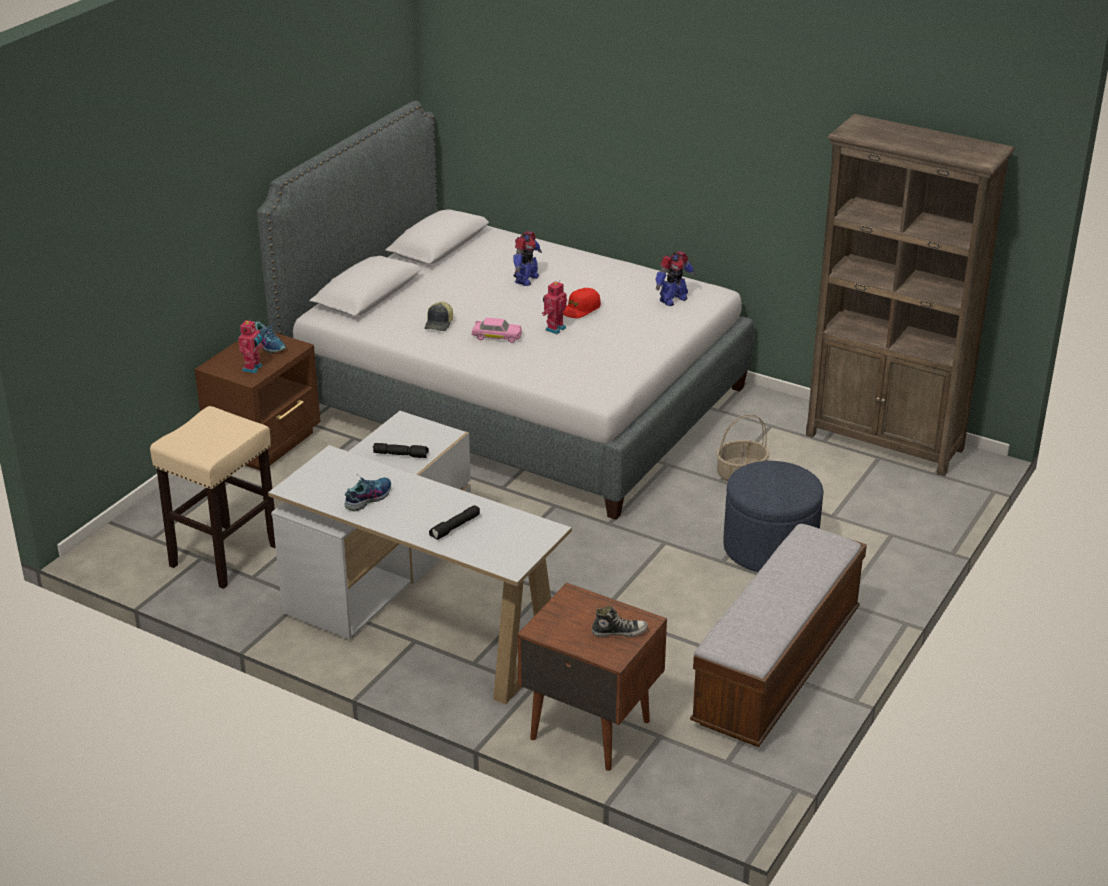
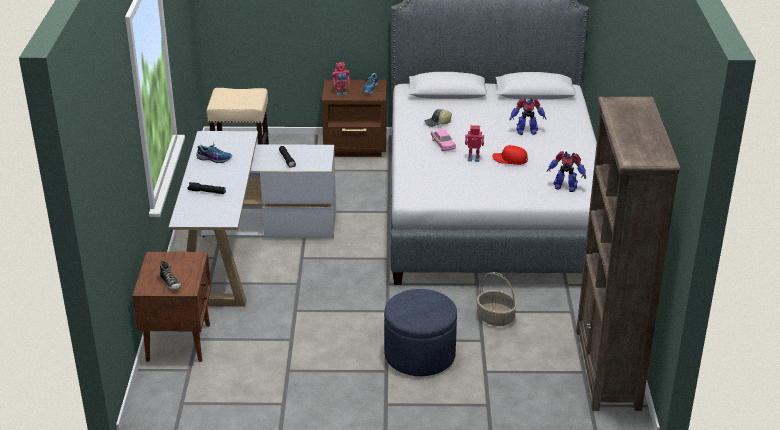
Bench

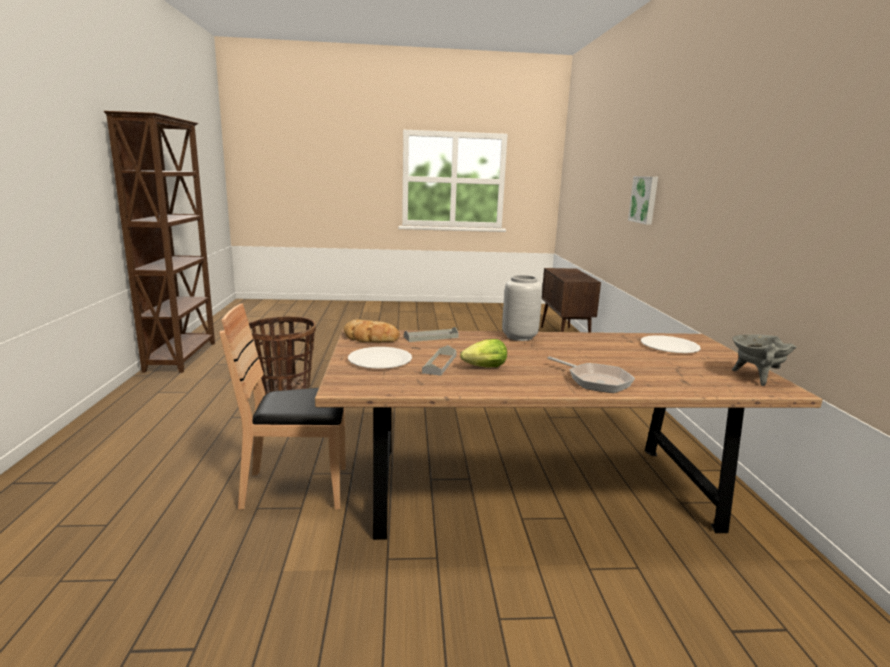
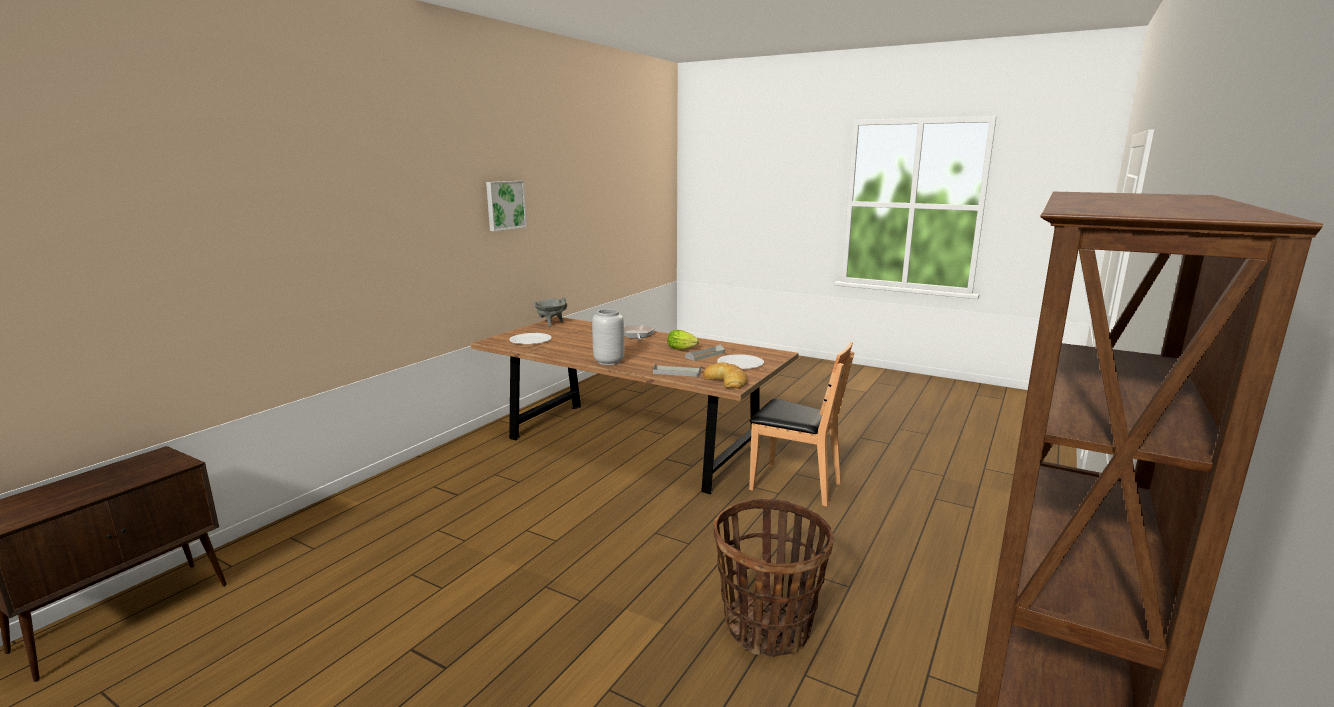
Picture

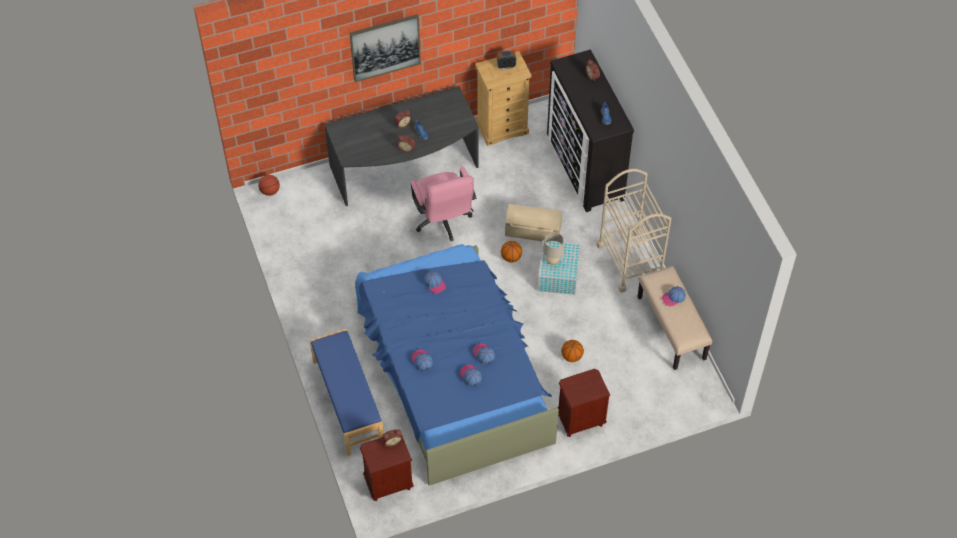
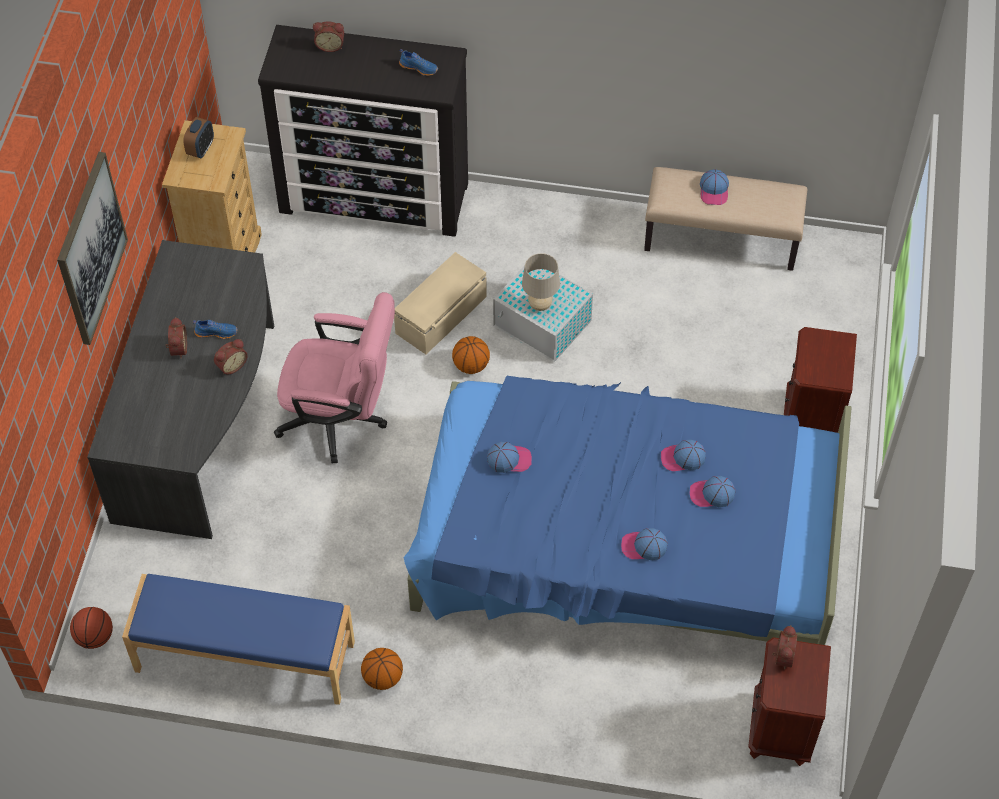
BlueBench; Basketball (2nd from left); BeigeCart

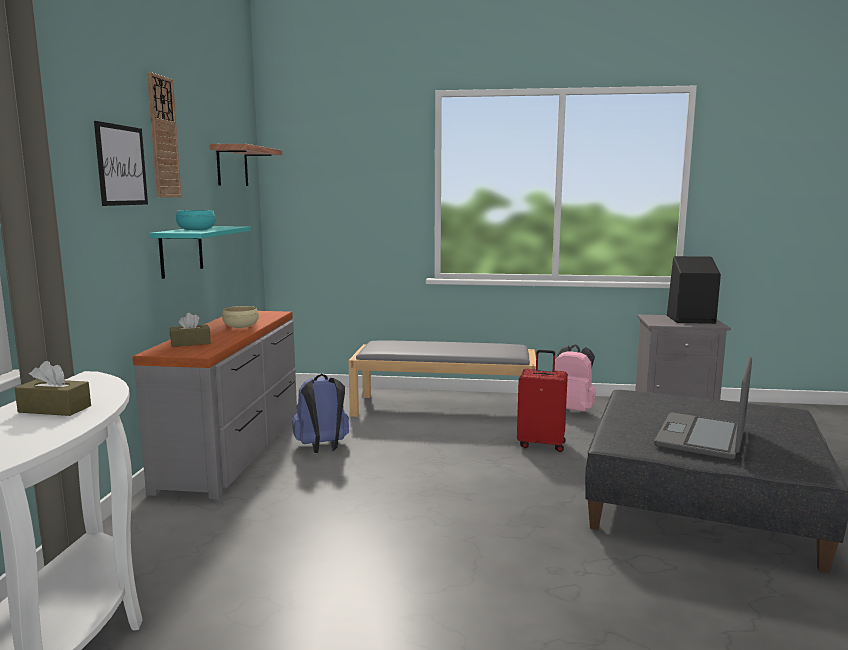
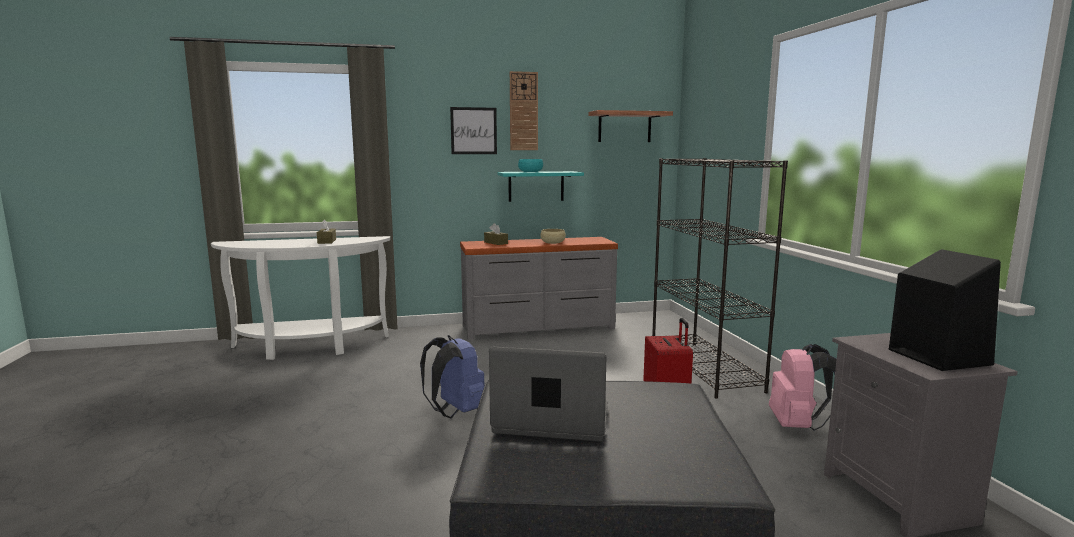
BlueBackpack; BlackBookcase

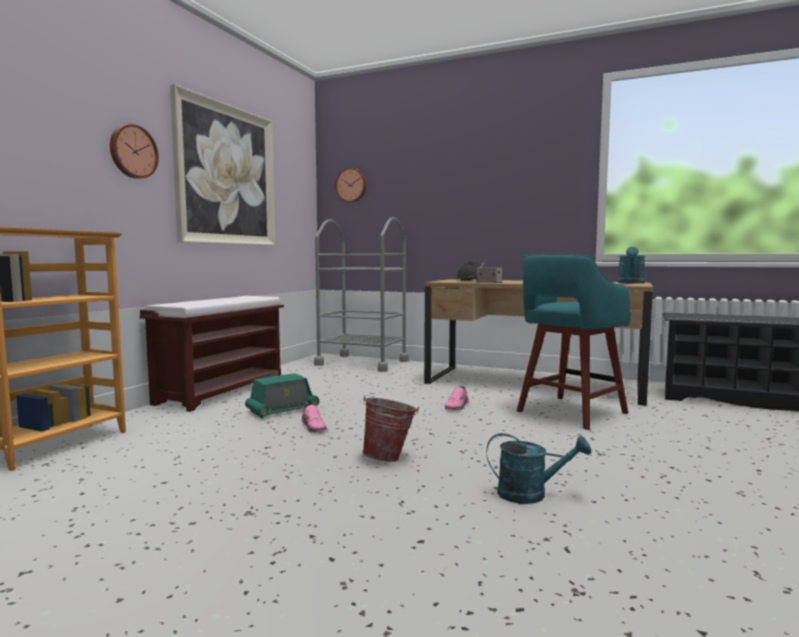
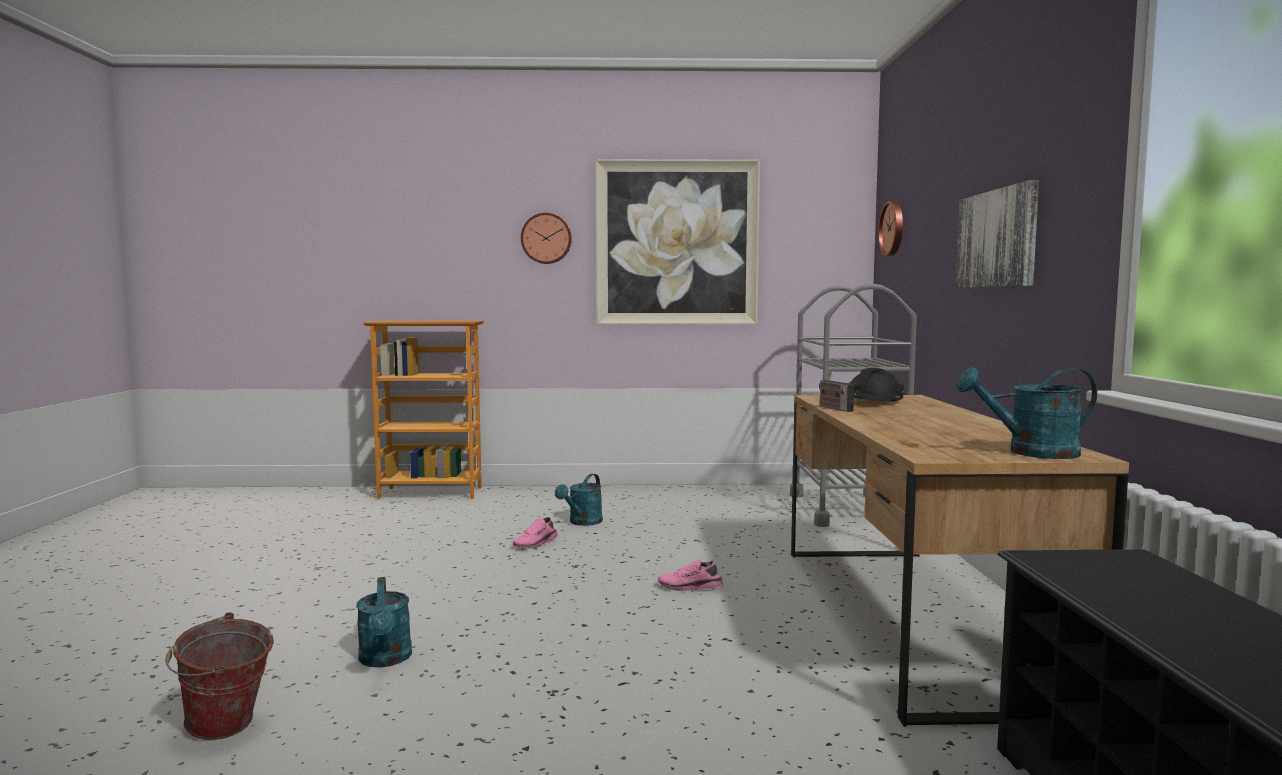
Bucket; TurquoiseWateringCan (2nd from left); Picture (2nd from left); BrownBench; TurquoiseStool

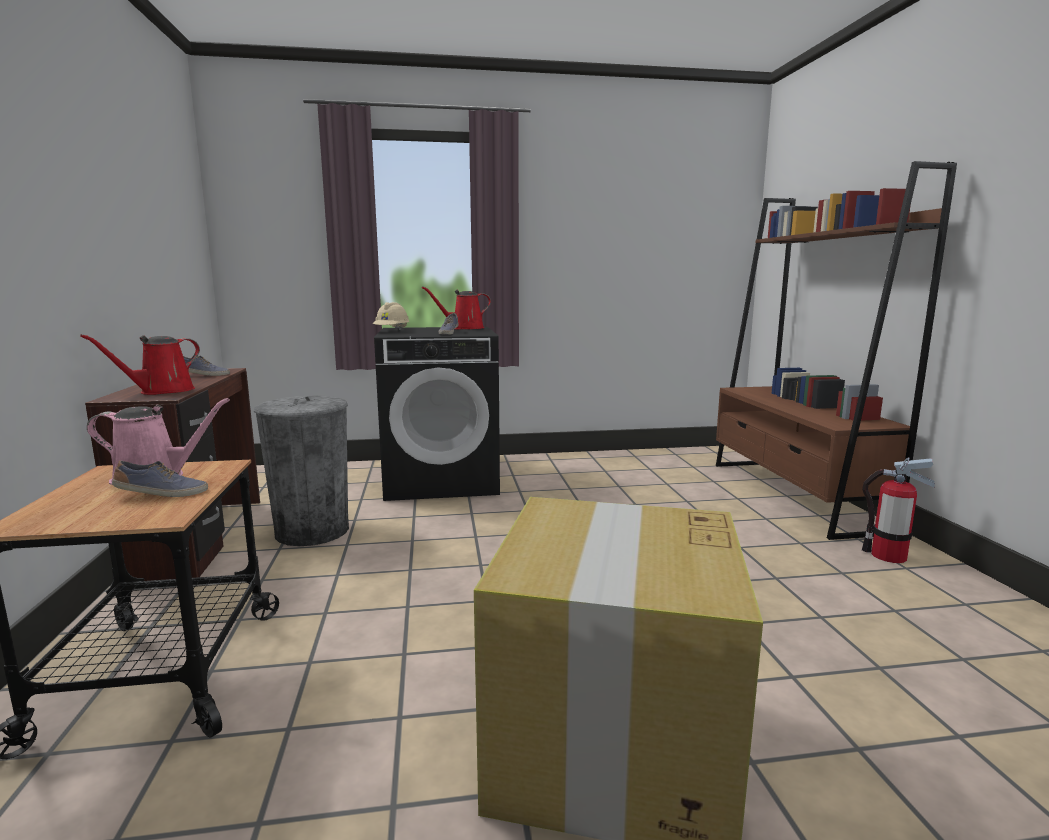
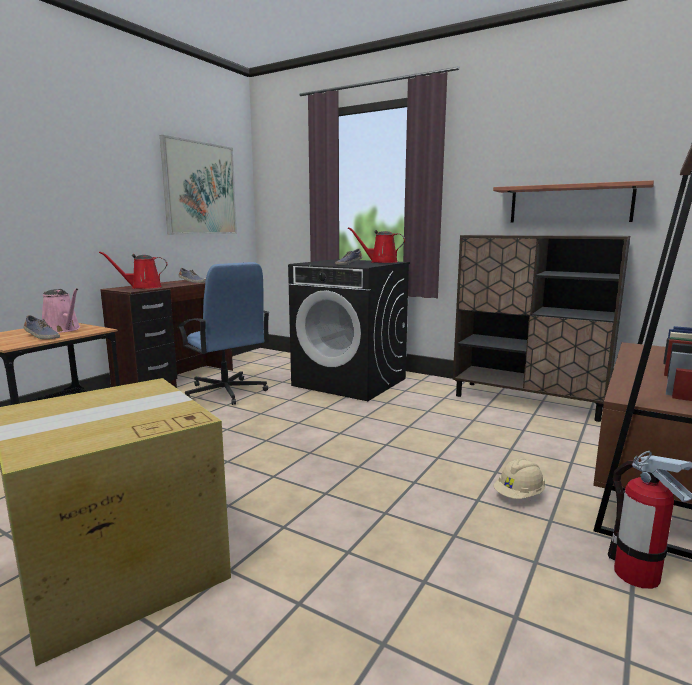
Picture; BlueOfficeChair; BrownCabinet; Shelf; BeigeHardHat

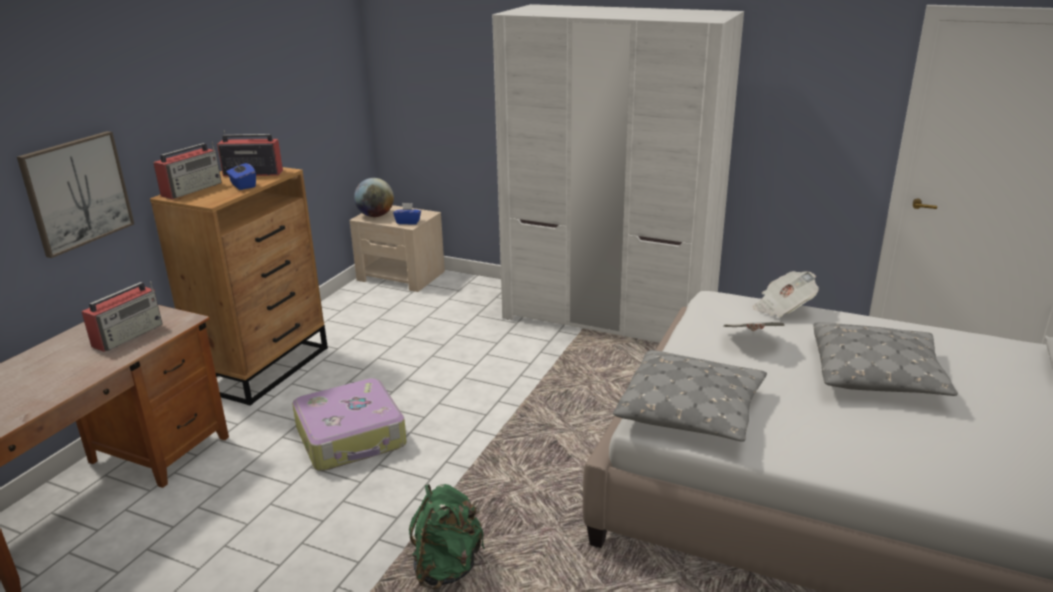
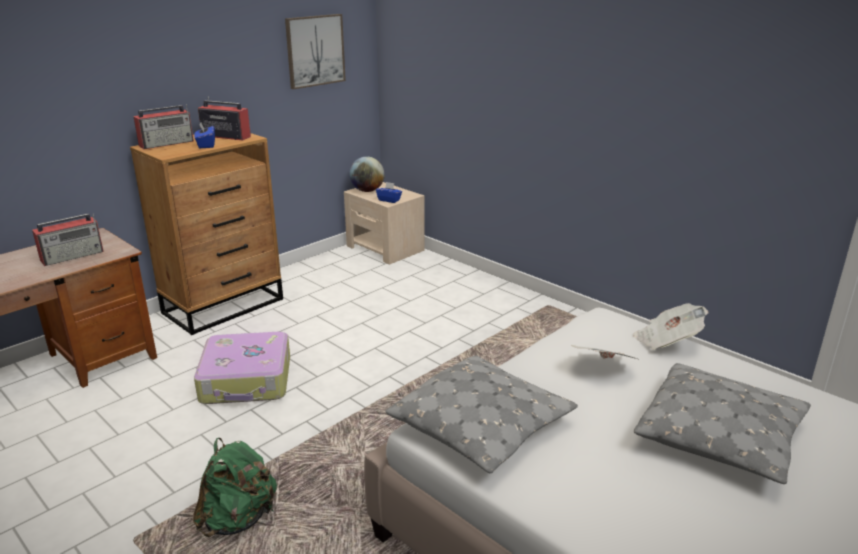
Picture; WhiteWardrobe

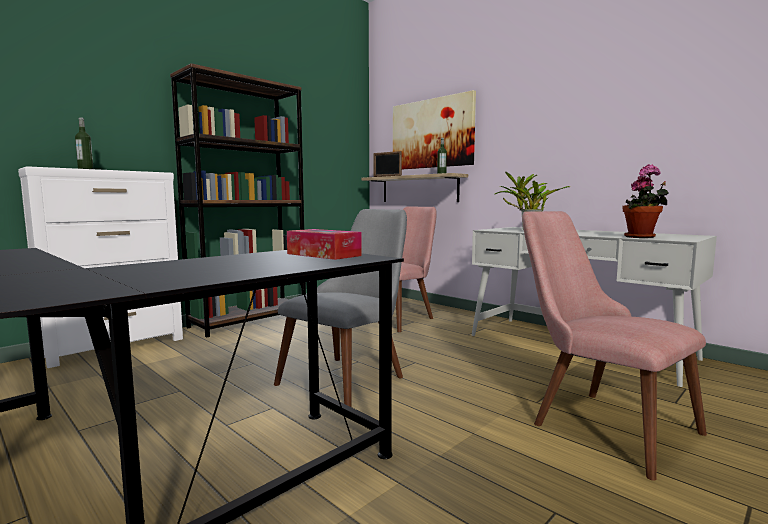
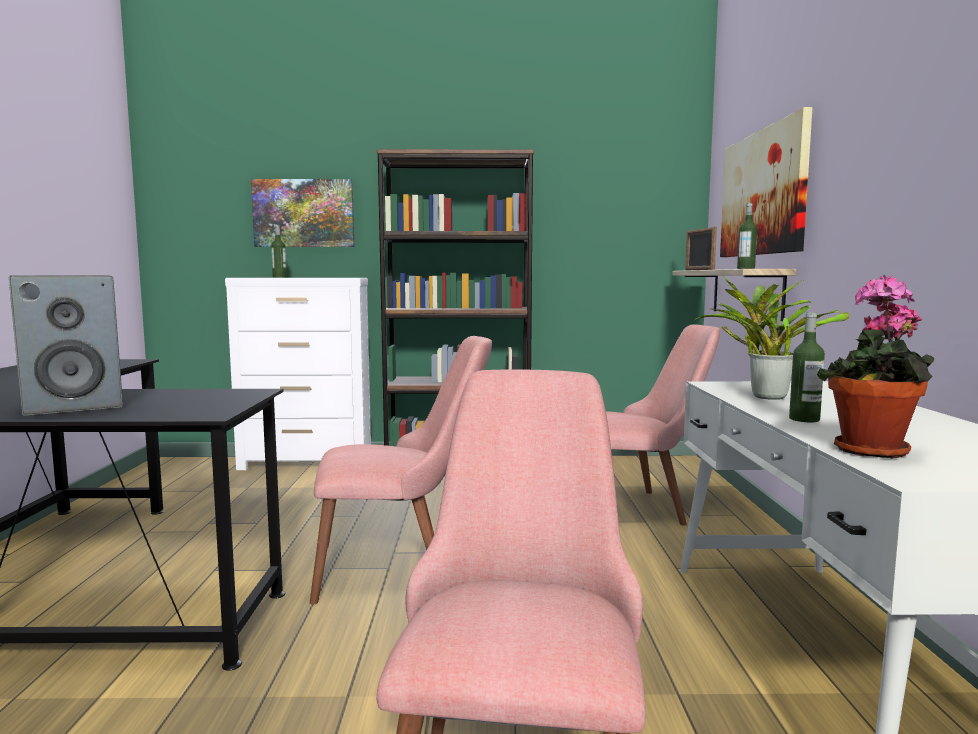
Speaker; Picture (1st from left); PinkChair (1st from left); Bottle (3rd from left); TissueBox

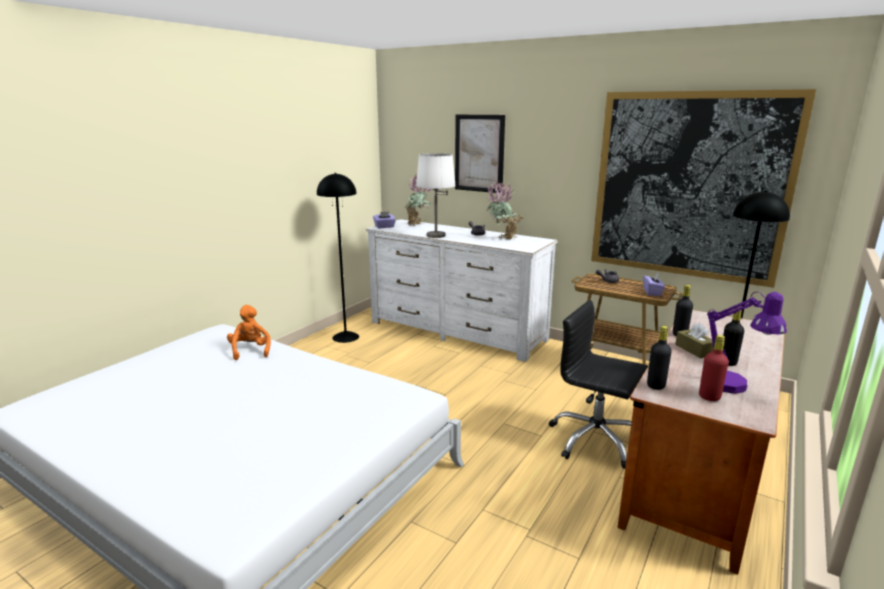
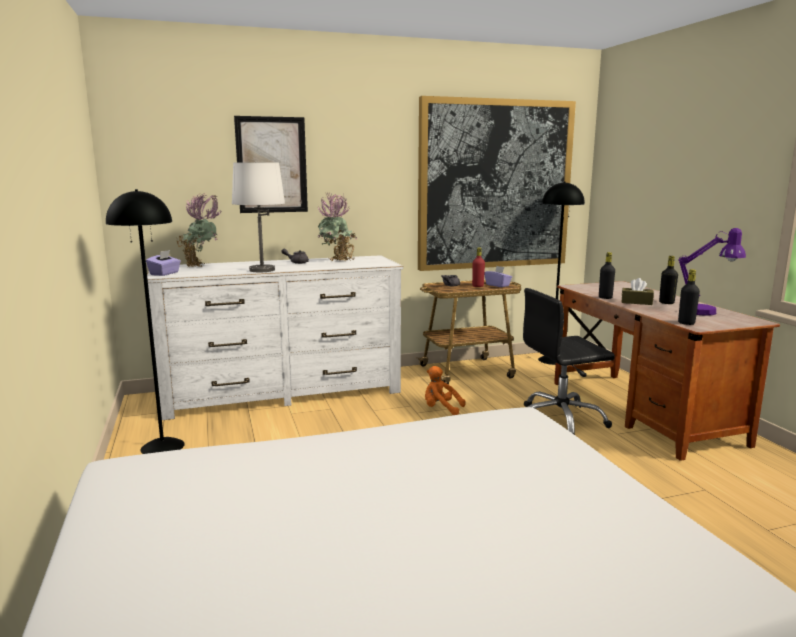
OrangePlushToy; RedBottle

